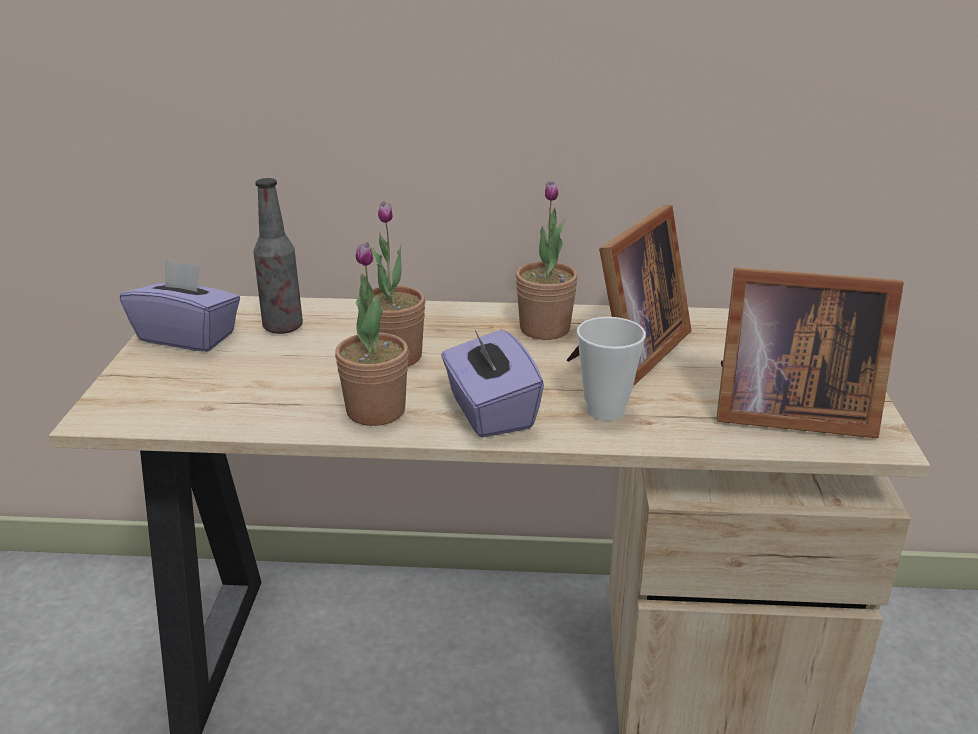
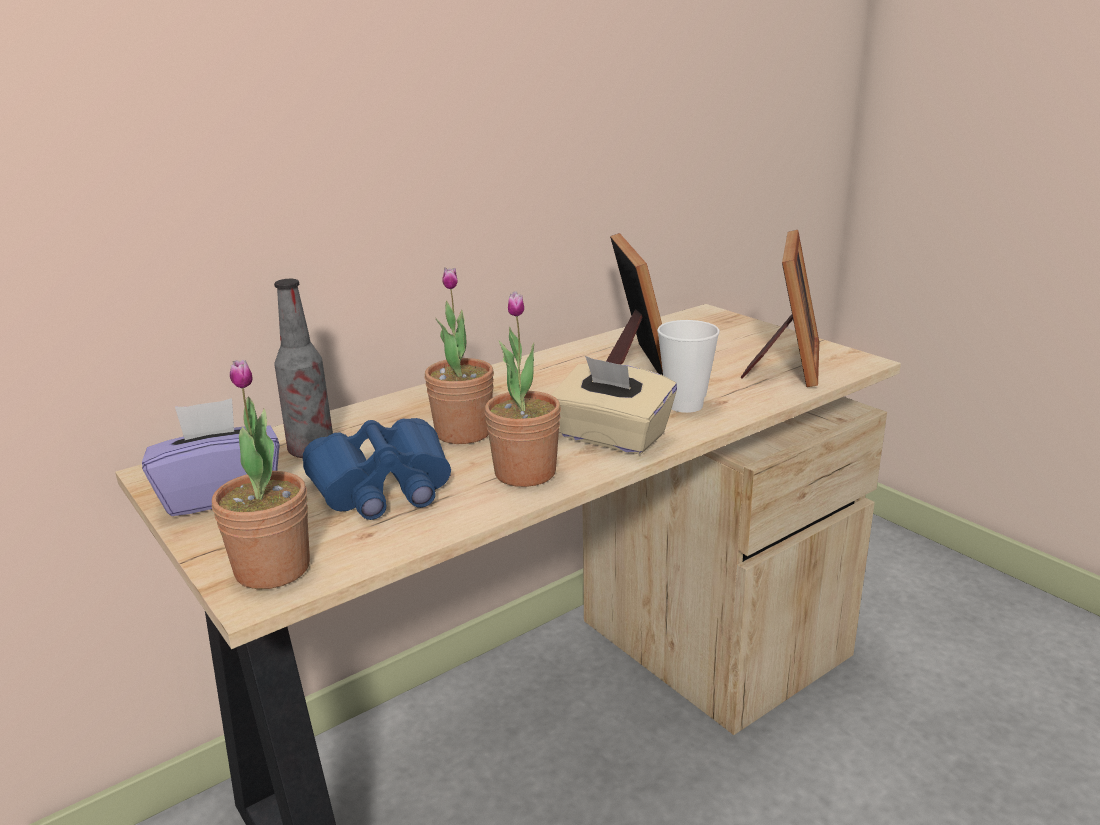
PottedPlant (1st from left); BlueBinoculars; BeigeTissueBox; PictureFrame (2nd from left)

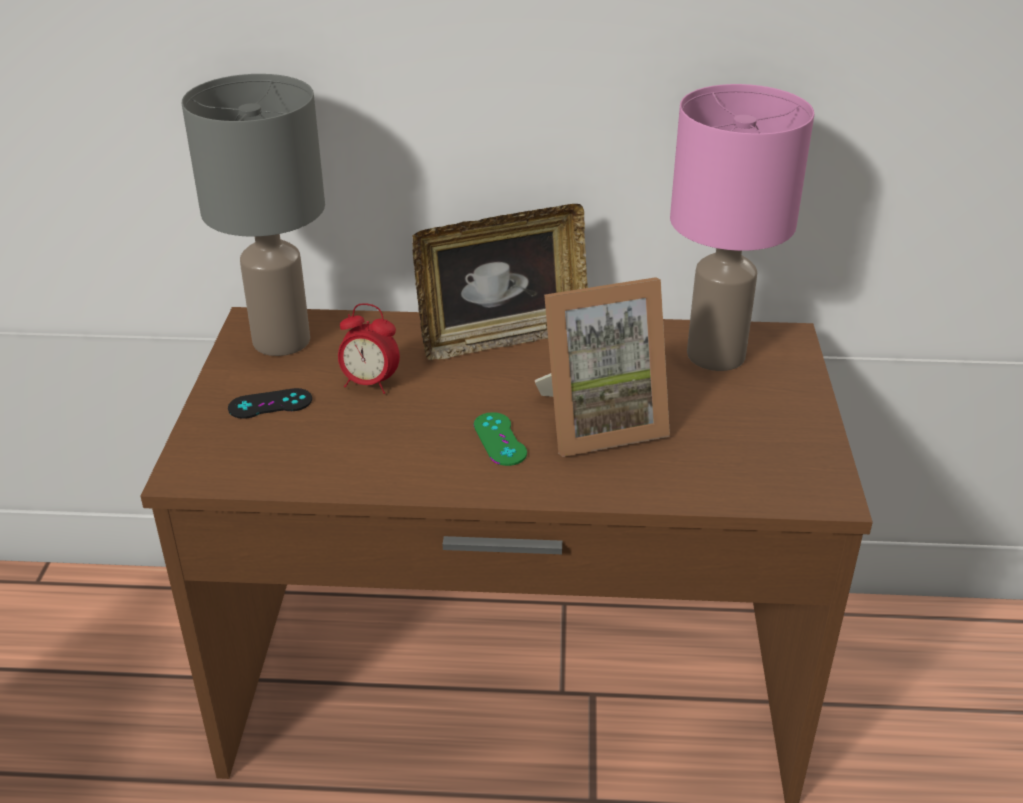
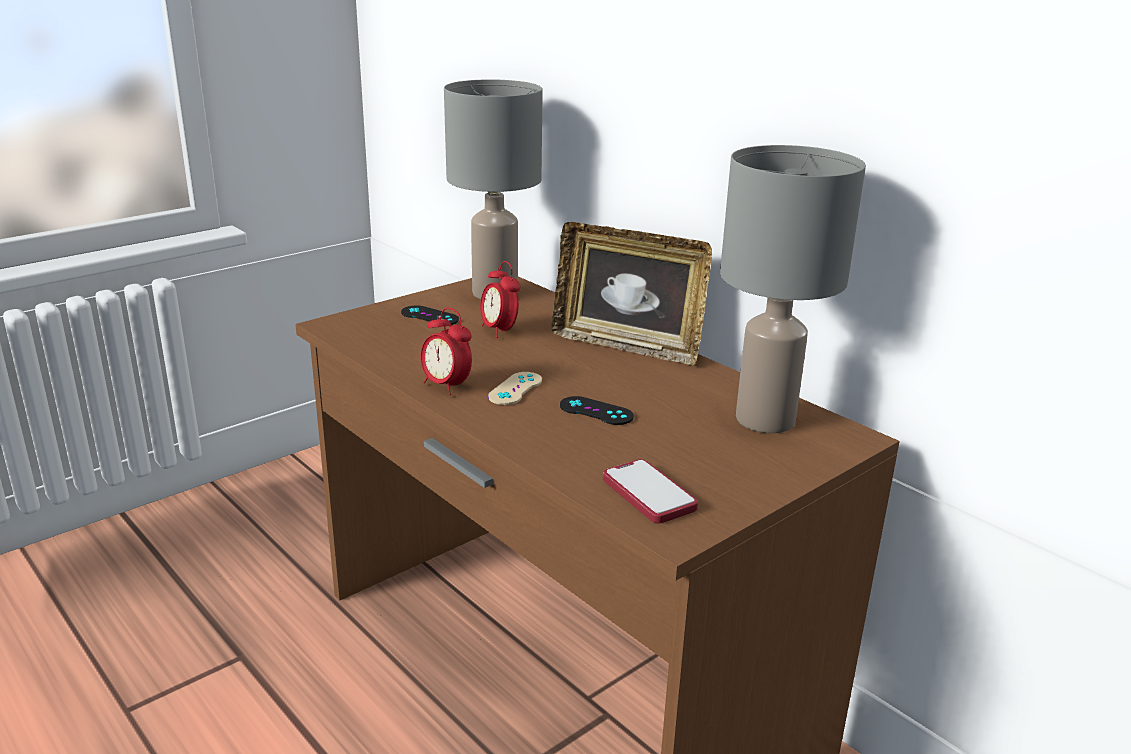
AlarmClock (1st from left); BeigeGameController; BlackGameController (2nd from left); Phone; GreyTableLamp (2nd from left)

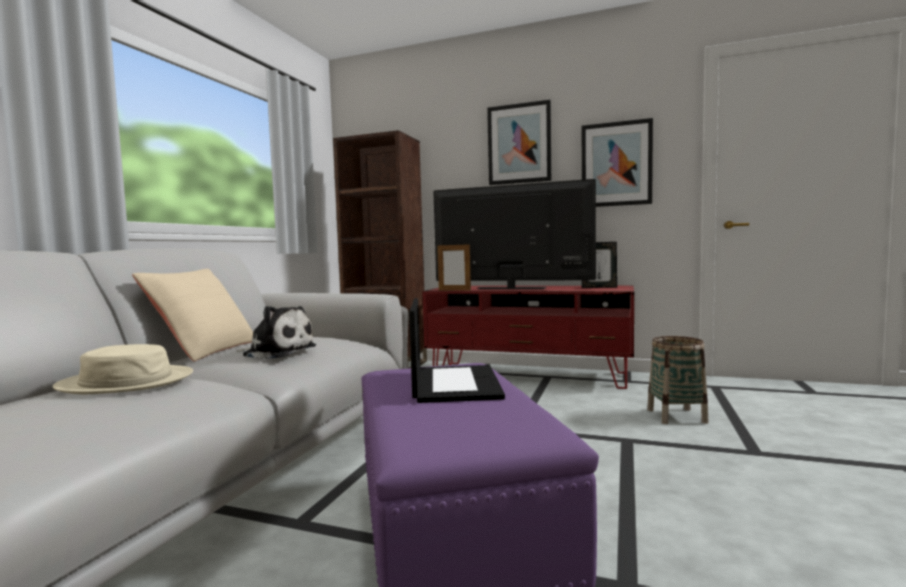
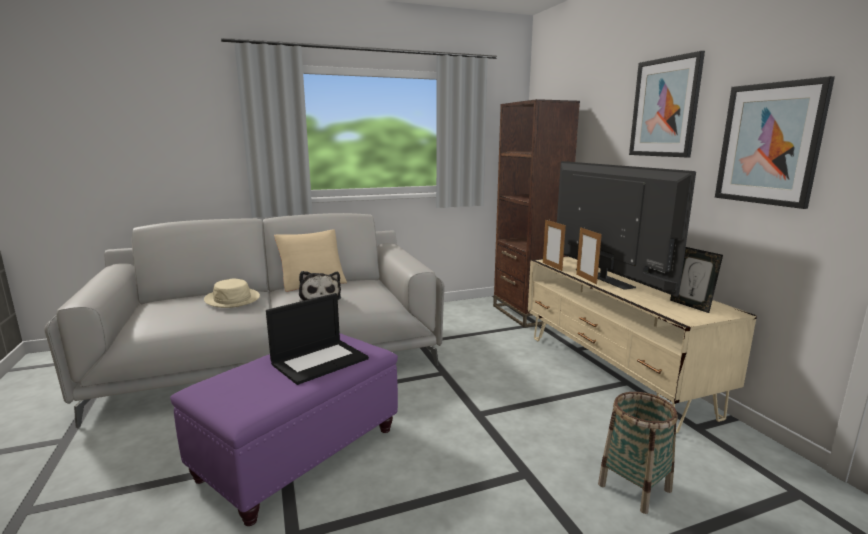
BeigeTvStand; PictureFrame (2nd from left)

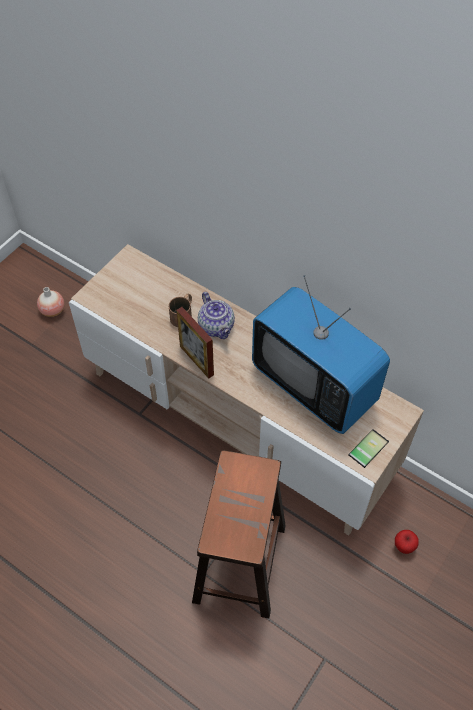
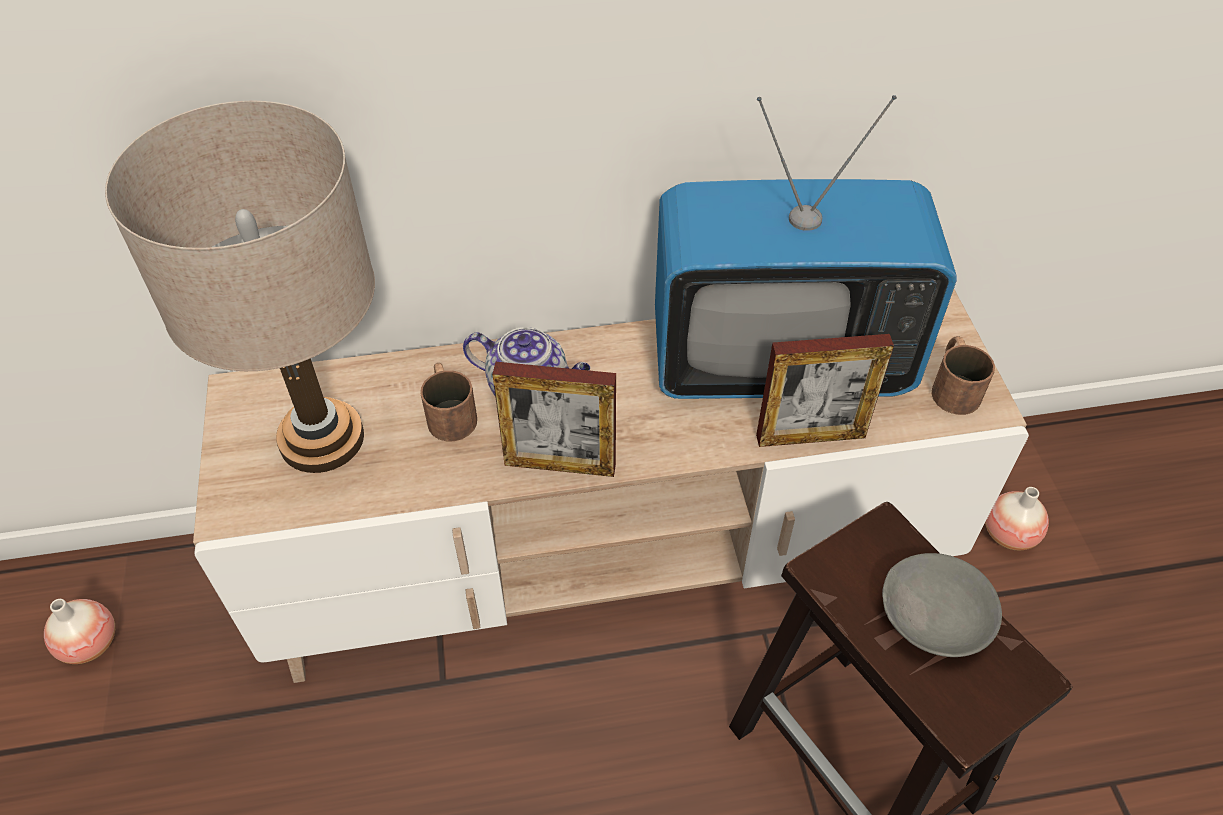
BeigeTableLamp; PictureFrame (2nd from left); GreyBowl; BrownMug (2nd from left); Vase (2nd from left)

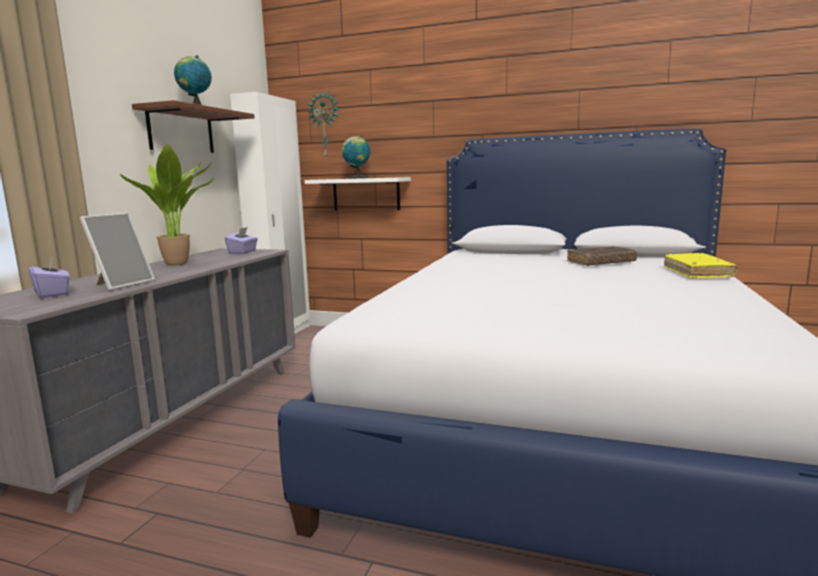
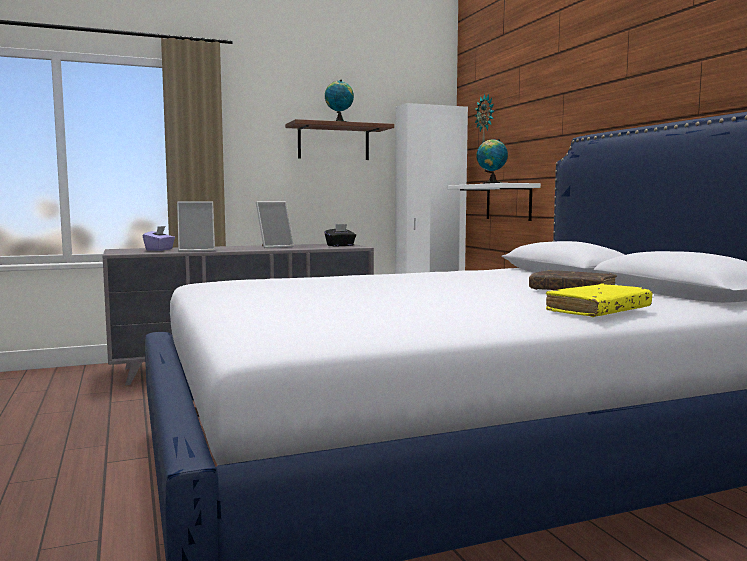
PictureFrame (2nd from left); BlackTissueBox

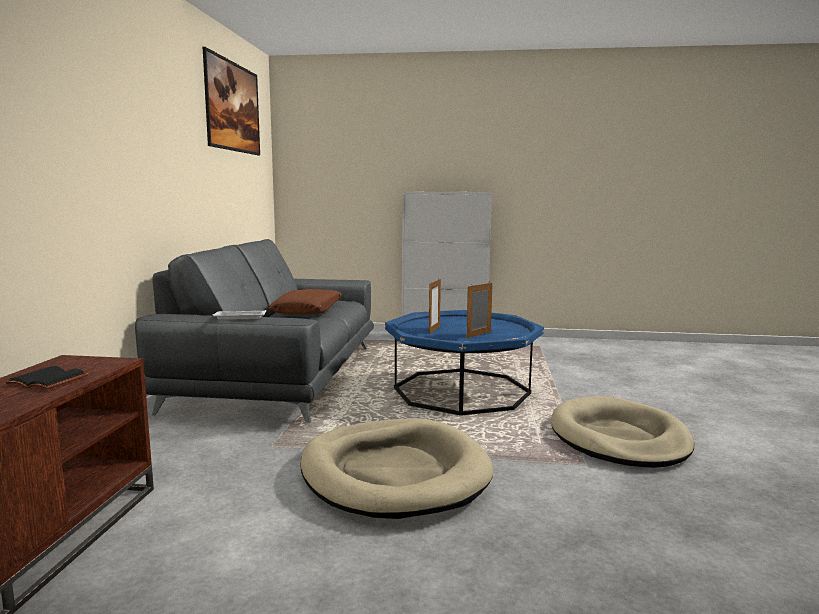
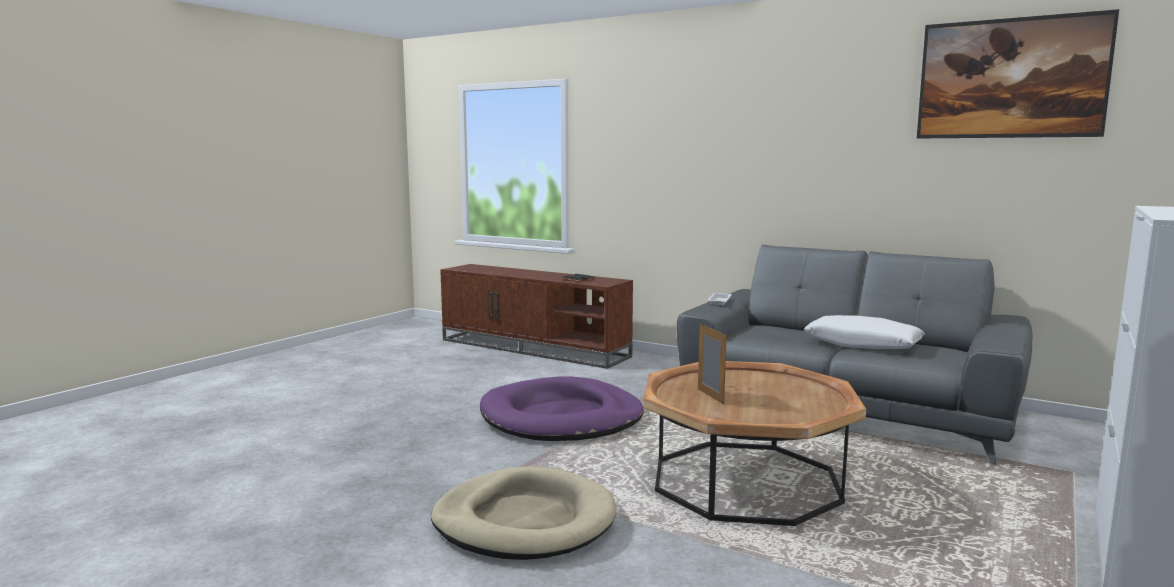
PurpleDogBed; BrownCoffeeTable; WhitePillow; PictureFrame (1st from left in the first image)

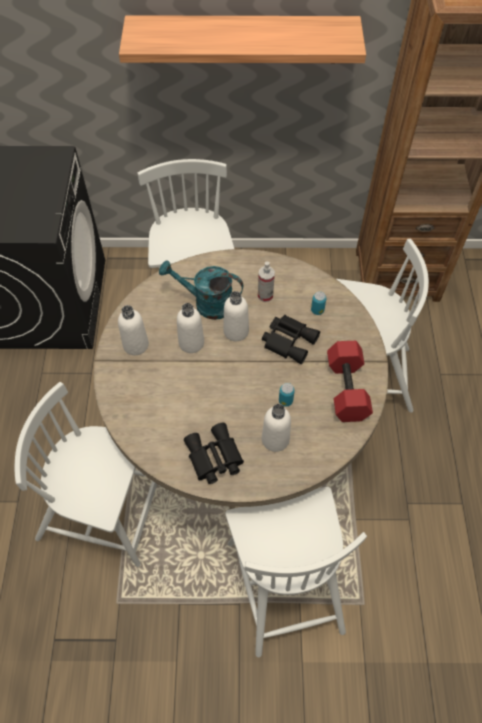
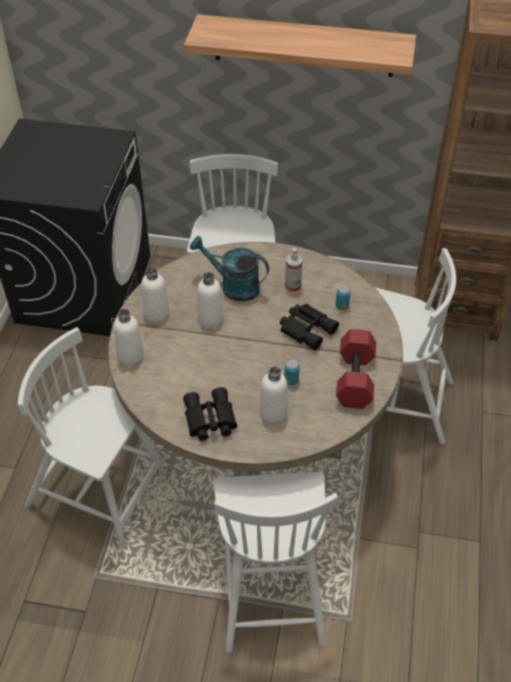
WhiteBottle (1st from left)

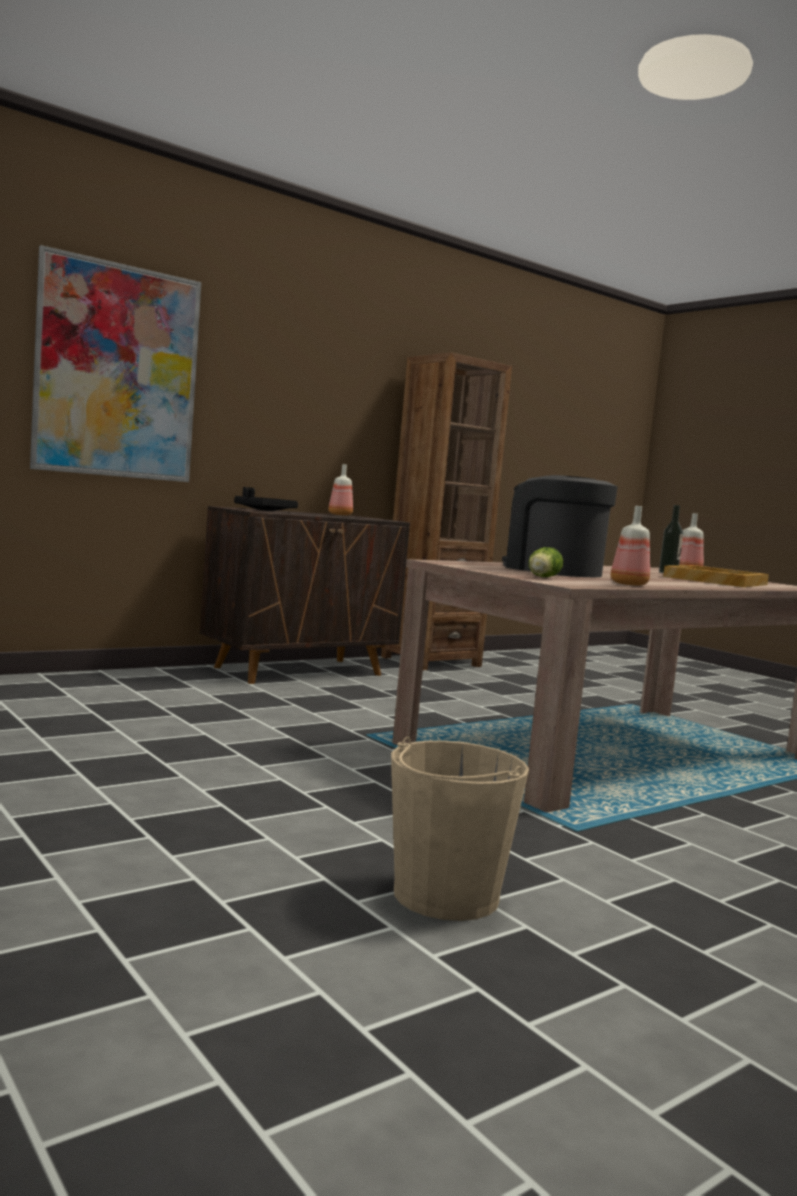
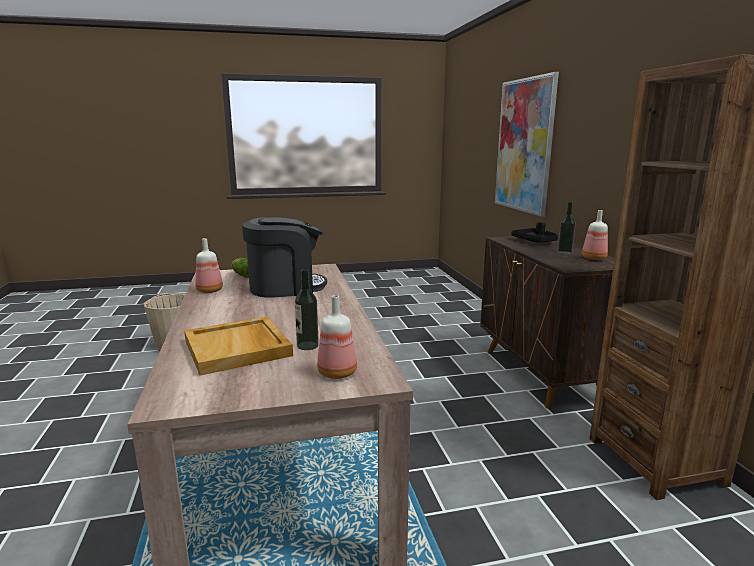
Bottle (4th from left)

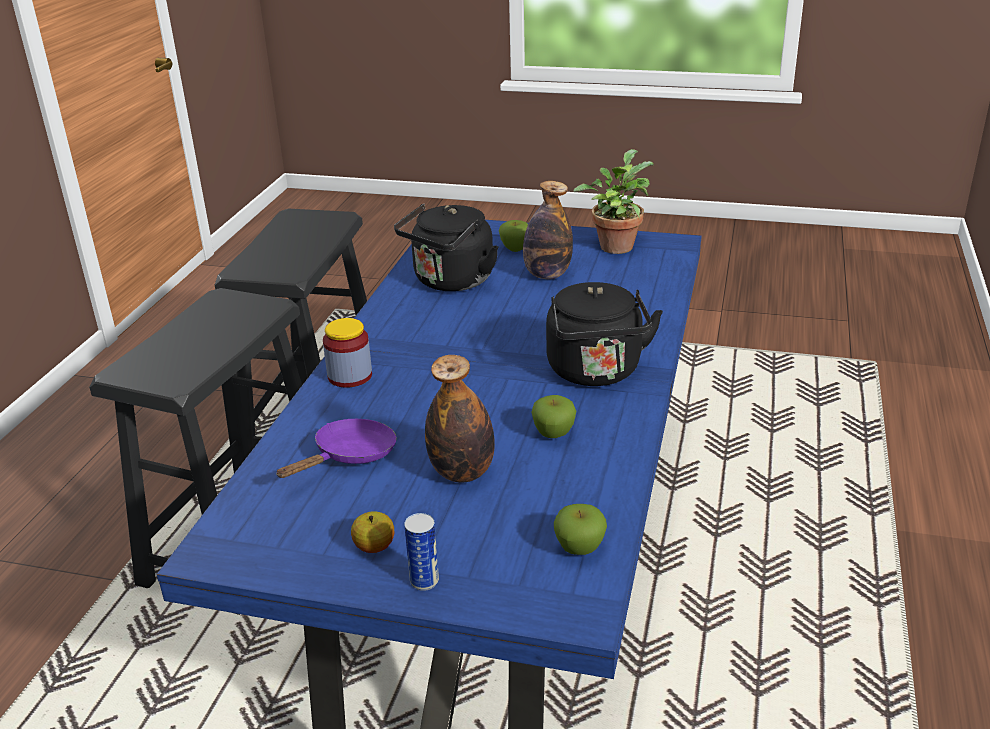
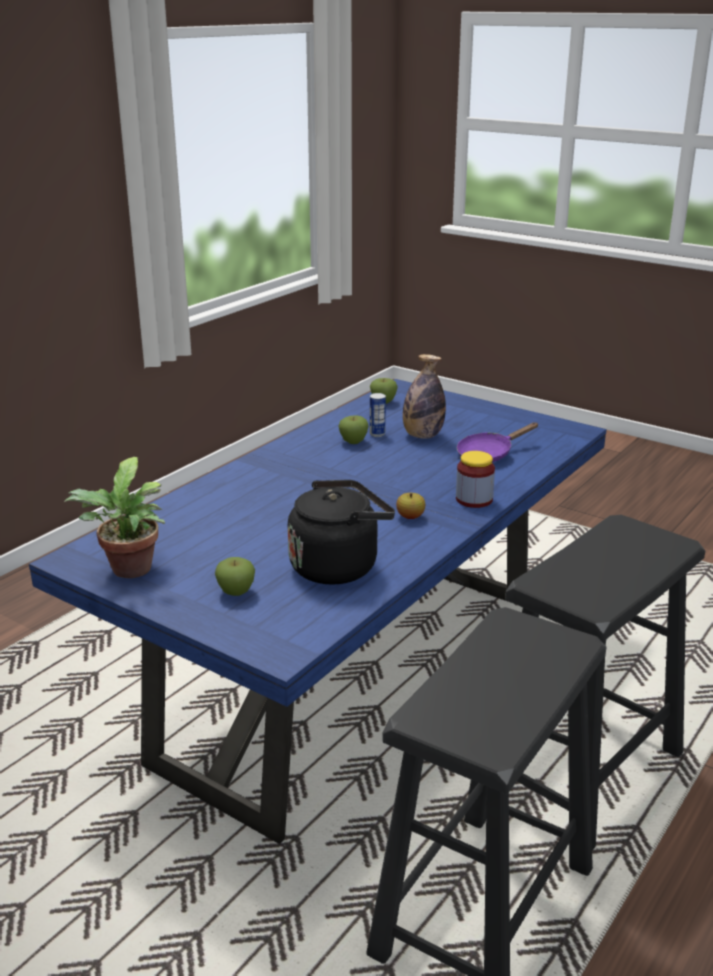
Can; Apple (4th from left); Bottle (2nd from left in the first image); BlackKettle (2nd from left in the first image)

